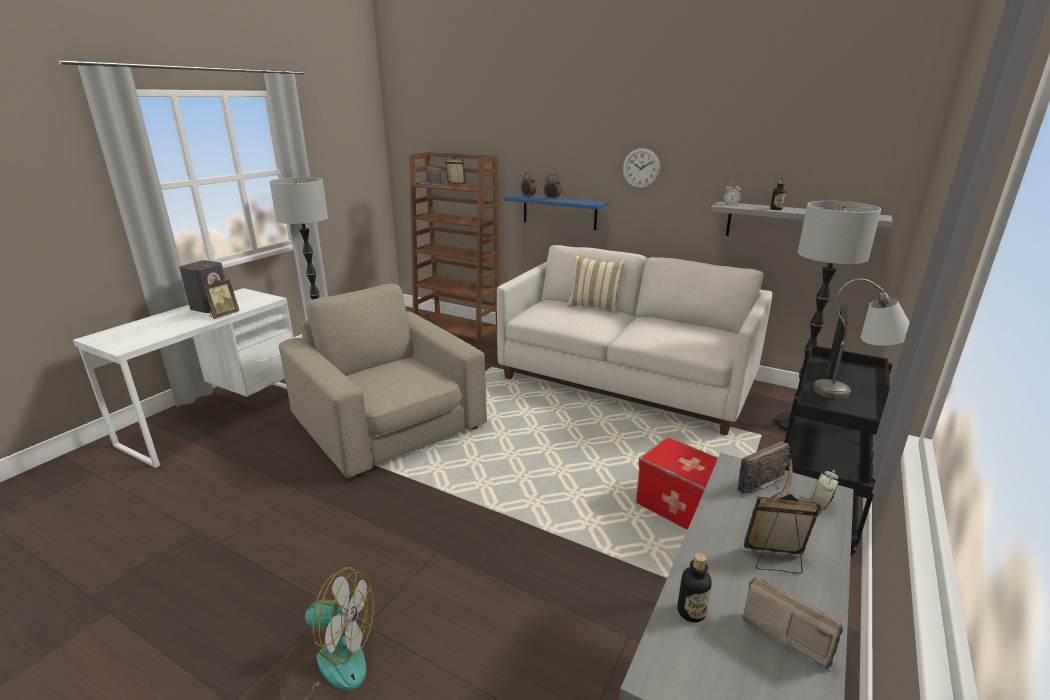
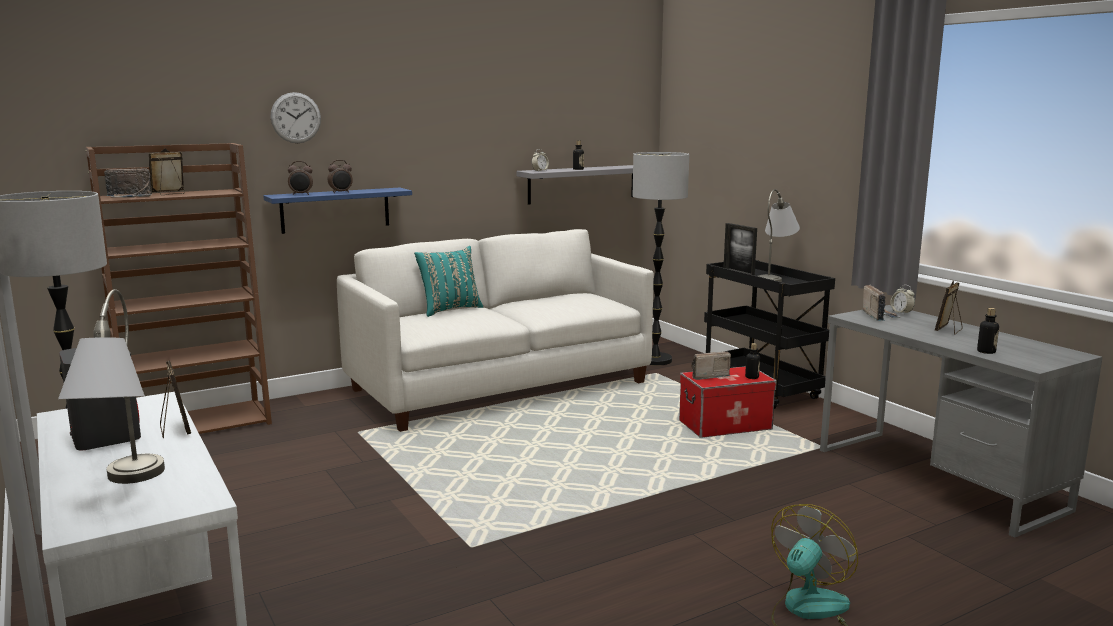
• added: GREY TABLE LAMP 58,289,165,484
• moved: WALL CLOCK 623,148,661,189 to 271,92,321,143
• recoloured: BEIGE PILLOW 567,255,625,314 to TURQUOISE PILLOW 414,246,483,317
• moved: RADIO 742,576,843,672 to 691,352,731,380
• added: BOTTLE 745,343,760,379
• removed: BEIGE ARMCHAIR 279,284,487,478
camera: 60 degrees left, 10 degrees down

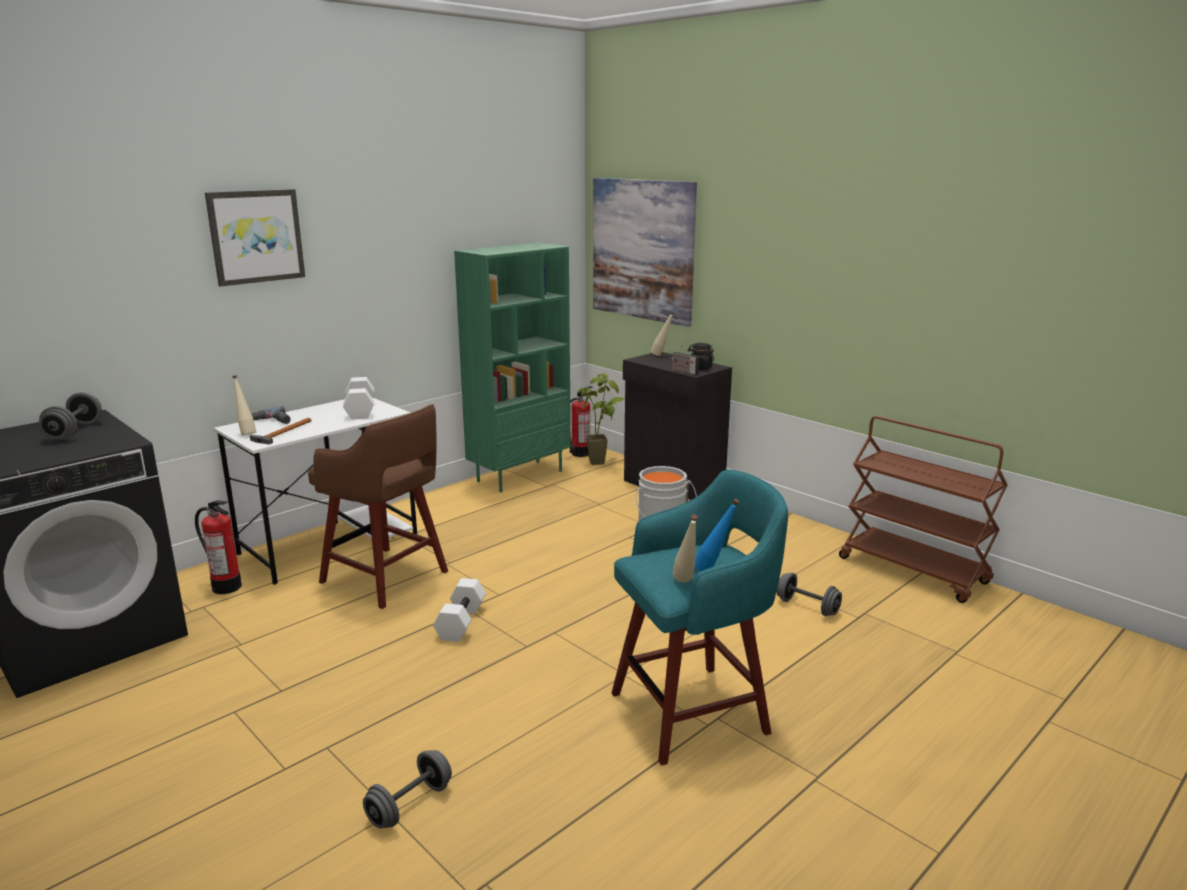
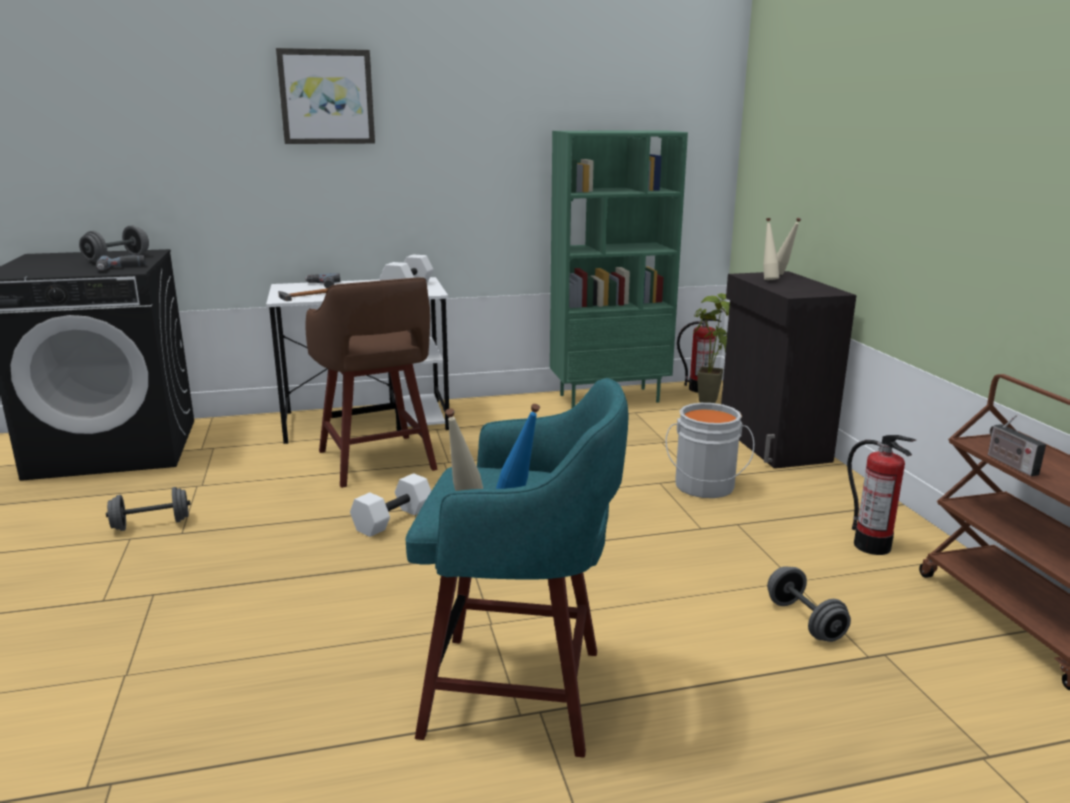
• added: POWER DRILL 96,255,145,271
• moved: GREY DUMBBELL 363,750,452,829 to 106,487,191,531
• moved: BEIGE BOTTLE 232,375,256,435 to 763,218,779,280
• moved: FIRE EXTINGUISHER 195,500,242,594 to 847,435,916,555
• moved: RADIO 671,345,699,375 to 988,415,1046,476
• removed: PICTURE 593,178,697,327
• removed: BLACK JAR 687,343,714,370
camera: 30 degrees right, 0 degrees up

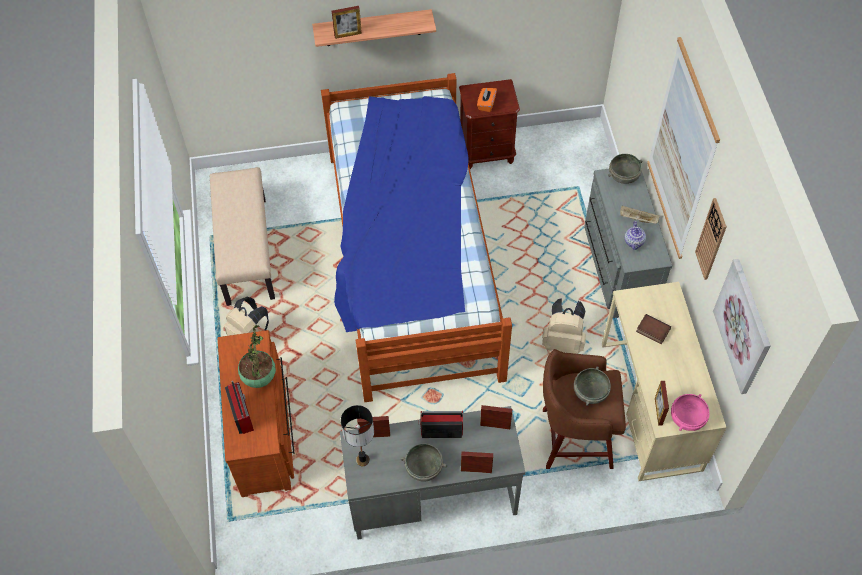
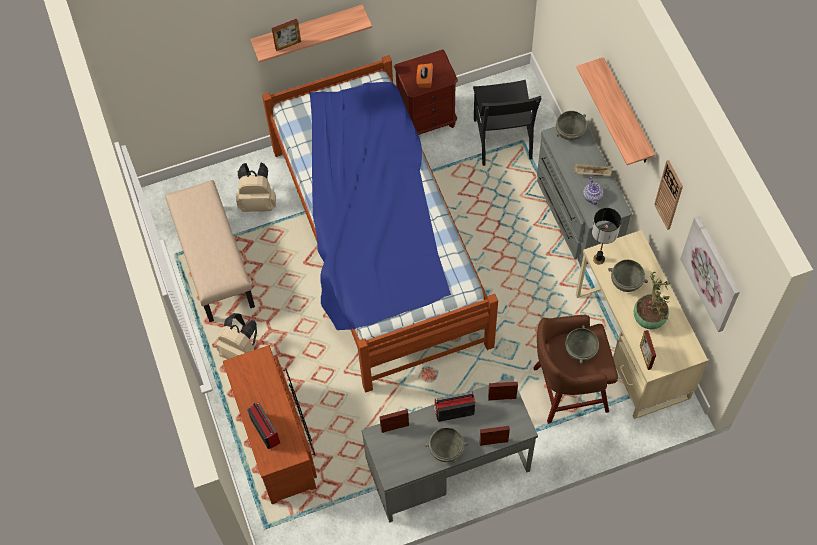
• moved: BEIGE BACKPACK 542,298,586,354 to 236,163,276,212
• added: BLACK CHAIR 473,80,542,166
• replaced: PICTURE 647,37,720,259 to SHELF 576,57,655,165
• moved: TABLE LAMP 341,405,374,466 to 592,208,621,265
• replaced: BOOK 636,314,671,344 to GREY BOWL 608,260,648,292
• moved: POTTED PLANT 238,325,276,388 to 634,272,669,329
• removed: PINK BOWL 671,394,710,431
camera: 10 degrees left, 5 degrees up

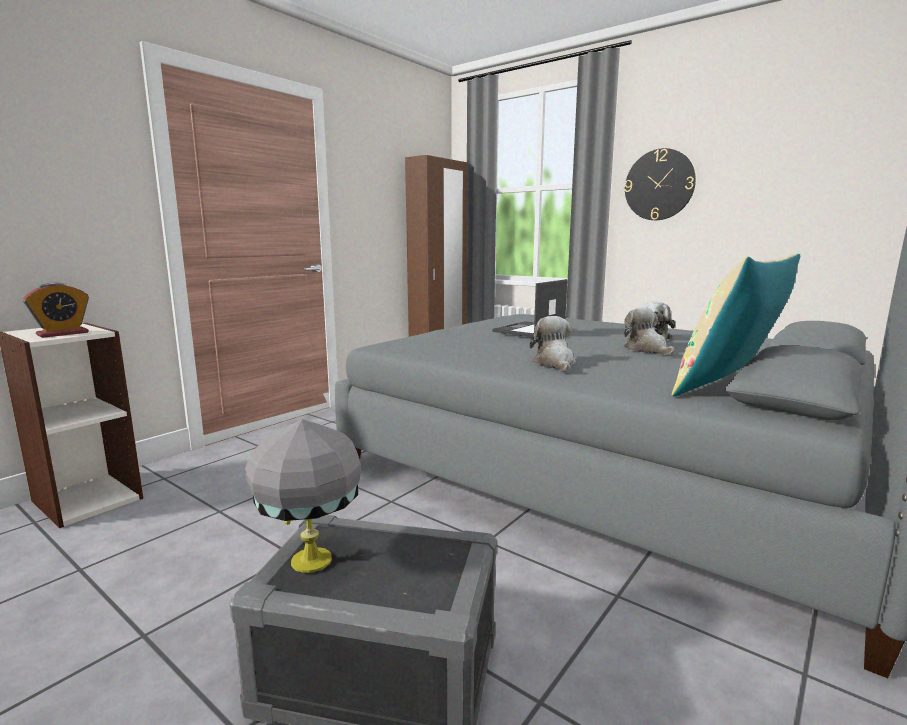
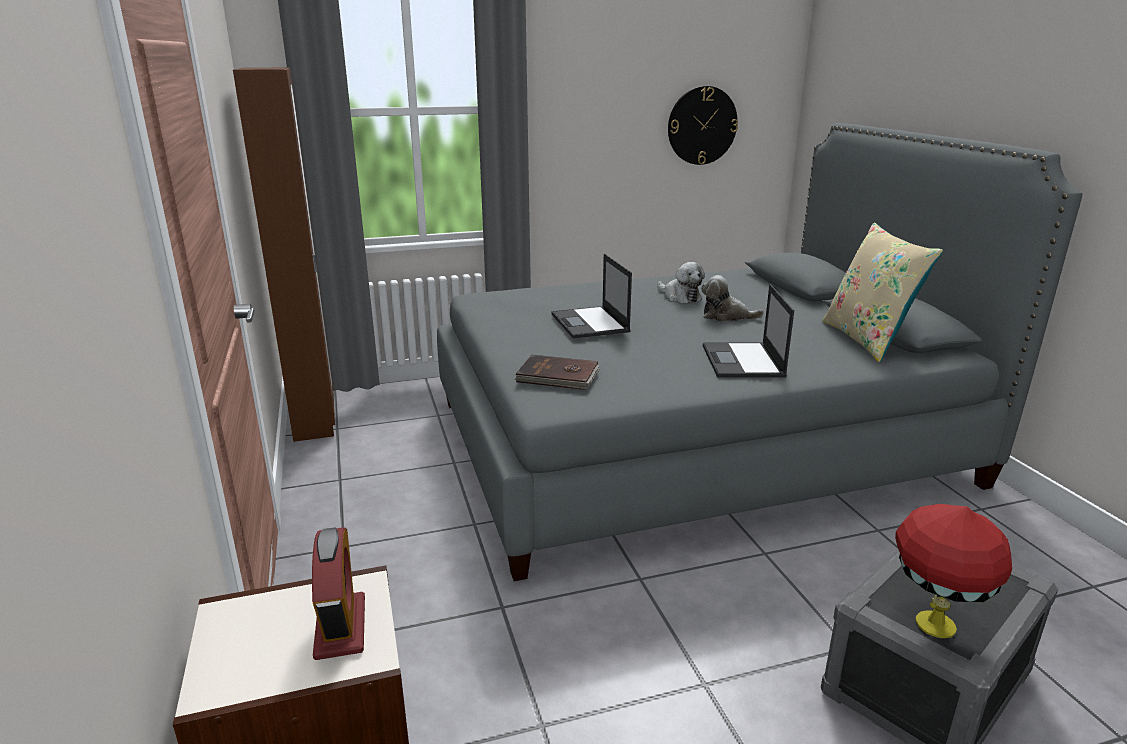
• added: BROWN BOOK 514,355,599,390
• moved: WALL CLOCK 625,148,696,220 to 668,86,738,165
• replaced: PLUSH TOY 529,316,576,372 to LAPTOP 703,284,794,378
• recoloured: GREY TABLE LAMP 245,419,361,573 to RED TABLE LAMP 895,504,1012,638
camera: 55 degrees left, 10 degrees up

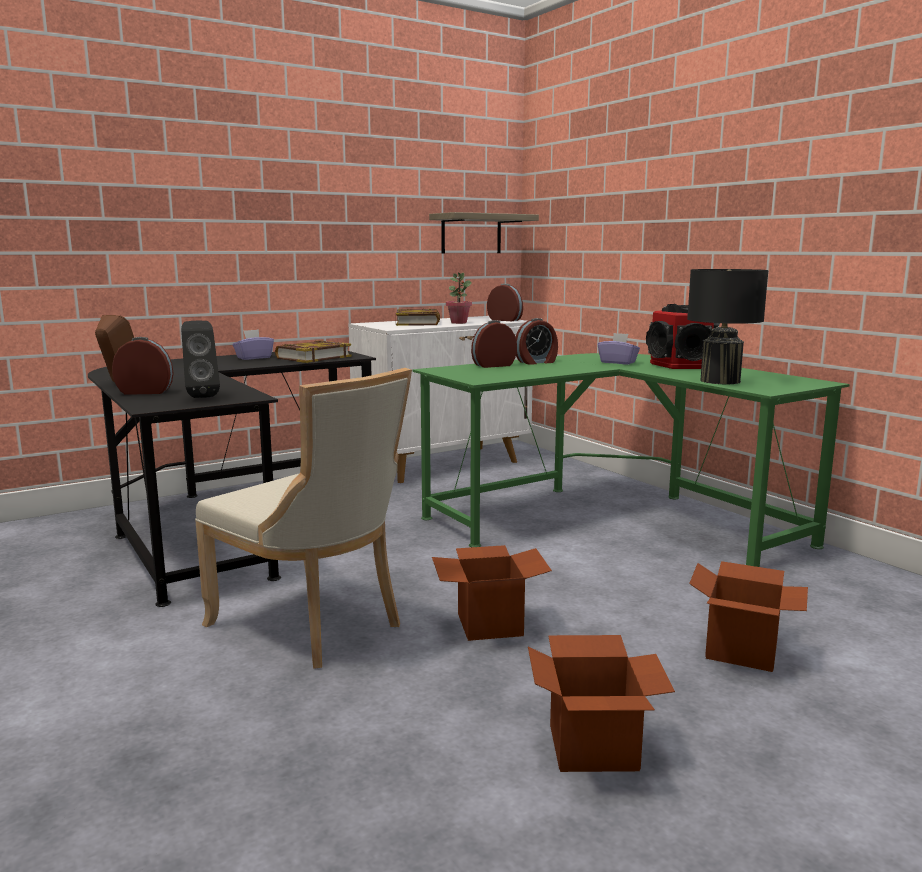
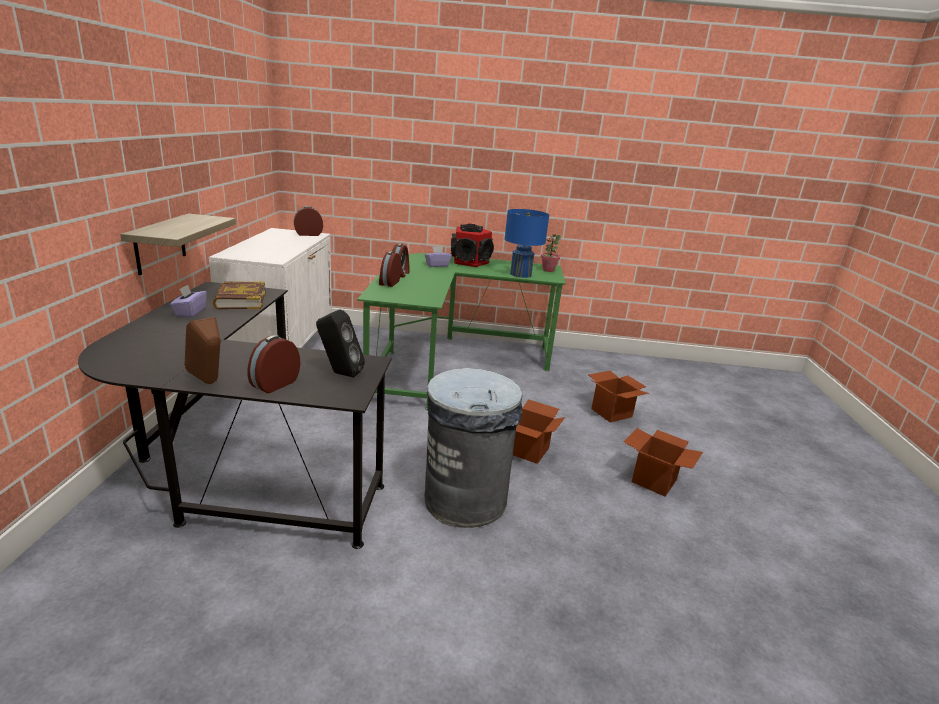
• moved: SHELF 429,212,539,253 to 120,214,236,275
• replaced: BEIGE CHAIR 195,368,412,669 to GREY TRASH CAN 424,368,522,528
• recoloured: BLACK TABLE LAMP 687,269,769,384 to BLUE TABLE LAMP 505,209,549,278
• moved: POTTED PLANT 446,272,472,324 to 541,234,561,272
• removed: BOOK 396,309,440,326
camera: 55 degrees left, 10 degrees up

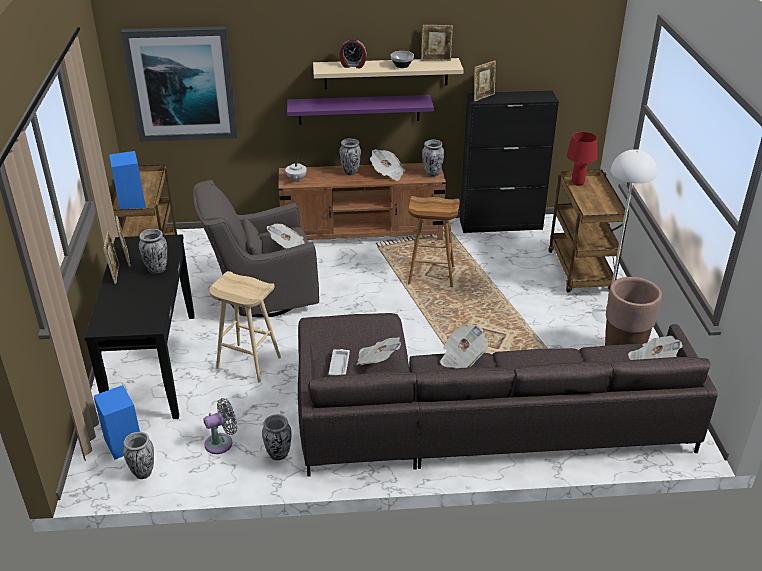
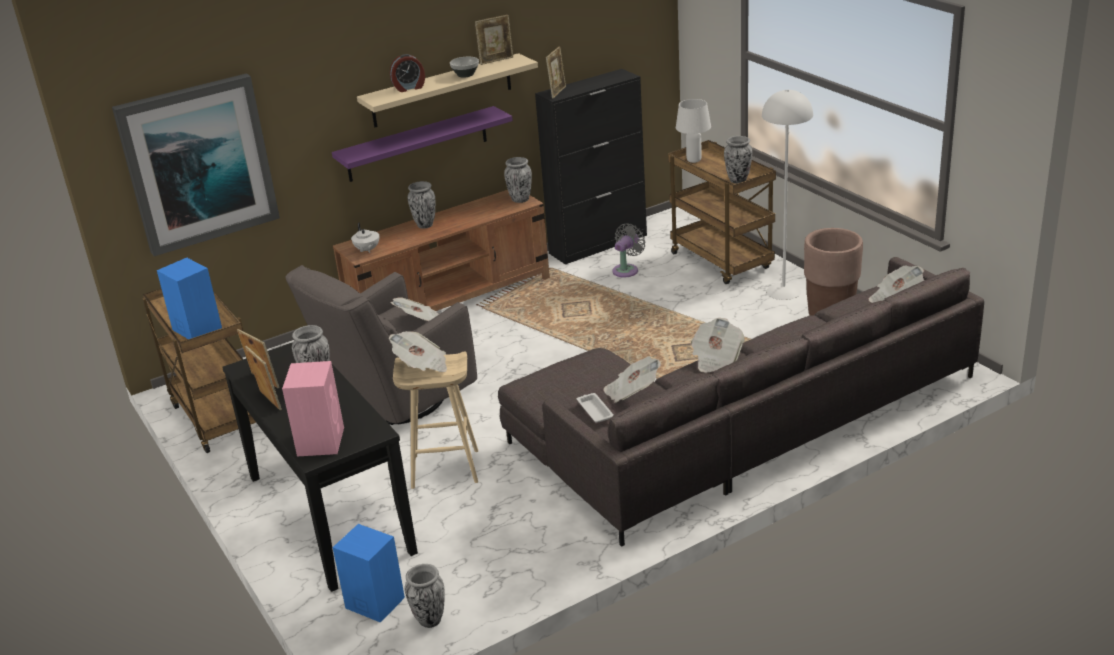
• added: PINK SPEAKER 282,361,344,457
• moved: NEWSPAPER 370,149,405,181 to 389,331,447,372
• moved: GREY FAN 203,398,237,454 to 612,223,646,277
• recoloured: RED TABLE LAMP 567,132,598,186 to WHITE TABLE LAMP 676,99,711,163
• moved: VASE 262,414,292,460 to 724,136,753,184
• removed: BROWN STOOL 408,196,460,287
camera: 25 degrees left, 5 degrees down

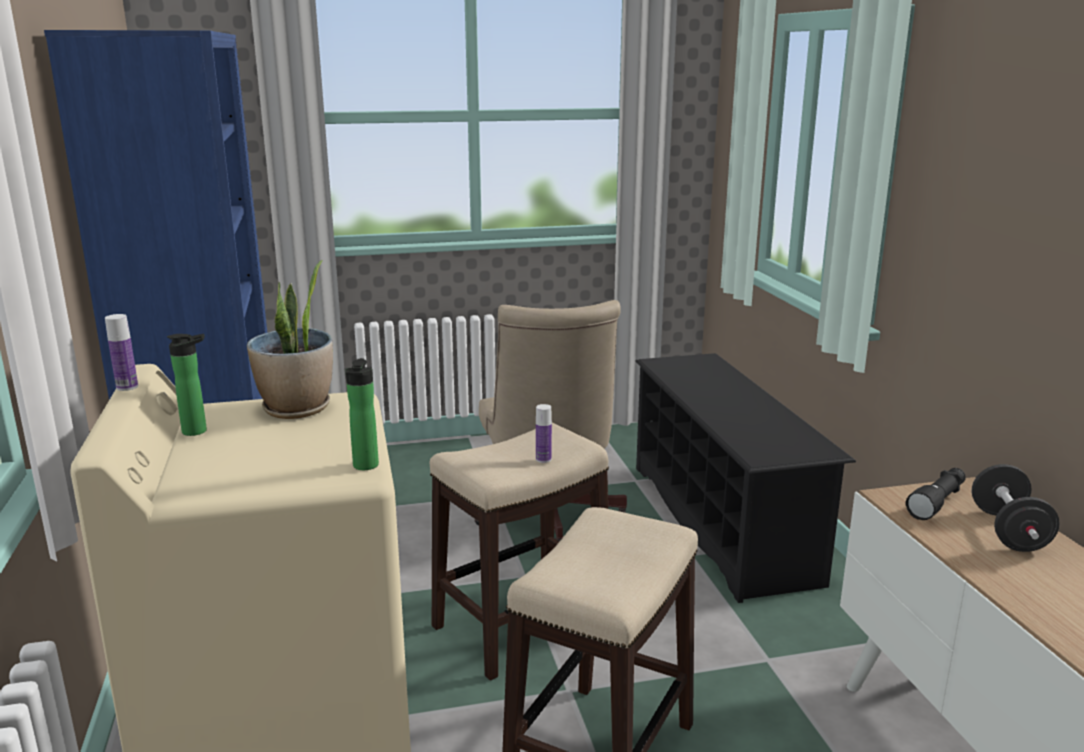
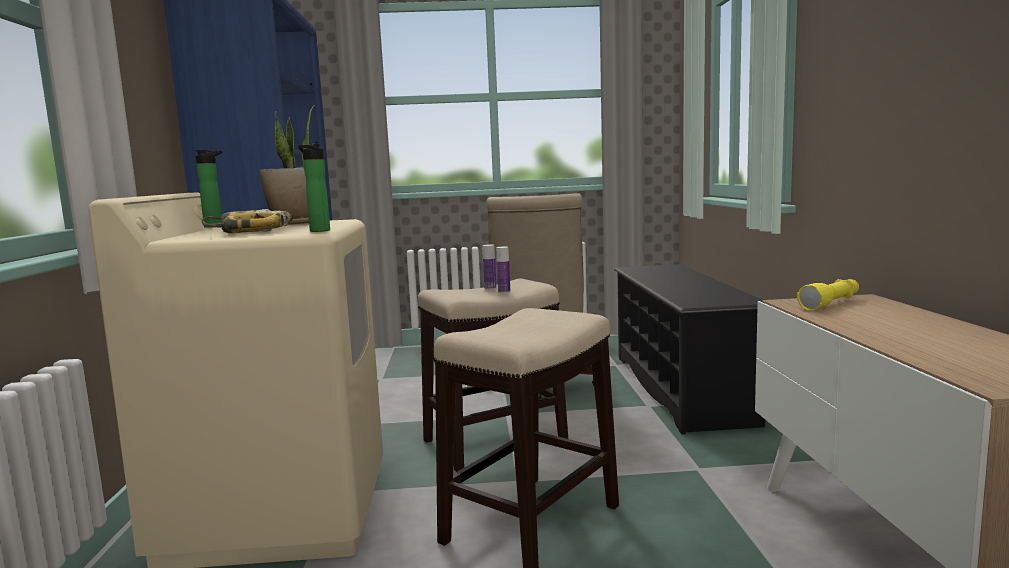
• added: POWER DRILL 202,209,294,233
• moved: BOTTLE 105,314,138,391 to 483,244,497,290
• recoloured: BLACK FLASHLIGHT 905,468,966,520 to YELLOW FLASHLIGHT 797,279,859,311
• removed: BLACK DUMBBELL 971,464,1060,552
camera: 10 degrees right, 10 degrees down

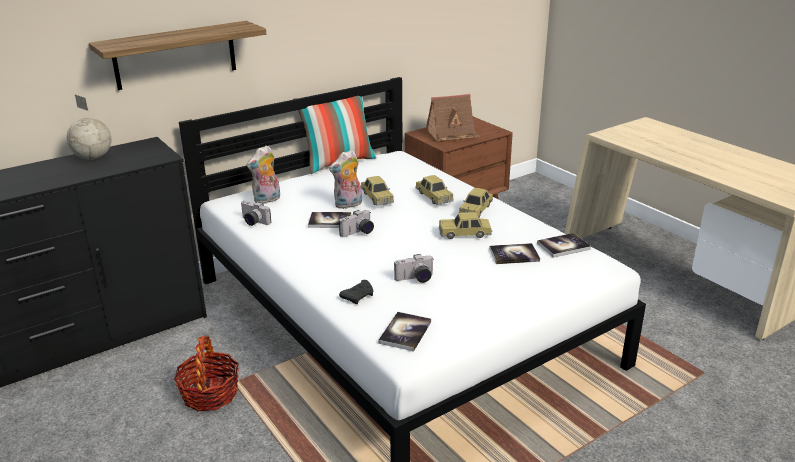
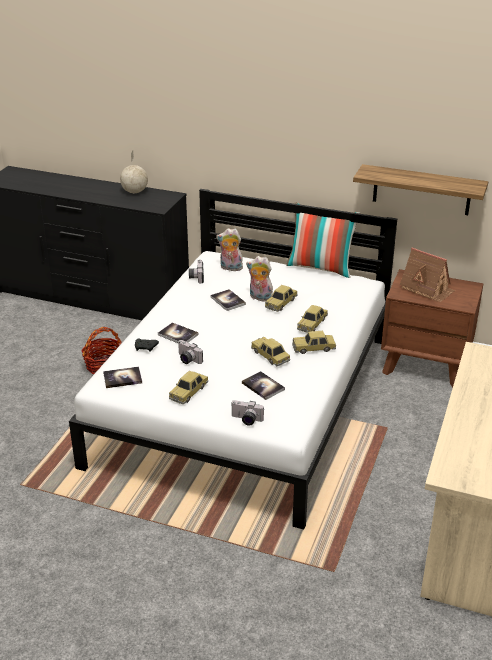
• moved: BOOK 537,233,591,257 to 158,322,199,343
• added: TOY CAR 169,371,208,404
• moved: PHOTO CAMERA 339,210,374,237 to 231,400,264,426
• moved: SHELF 89,21,266,90 to 353,164,488,215
camera: 55 degrees right, 5 degrees up

